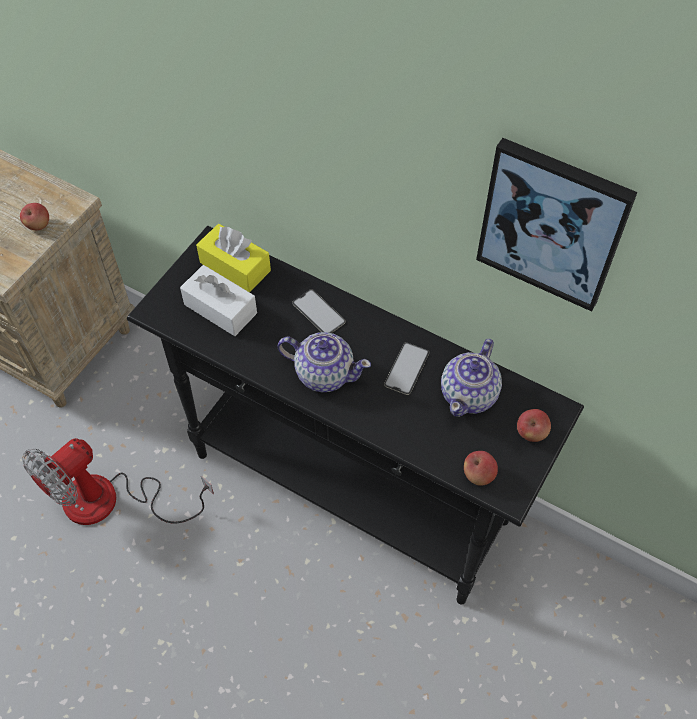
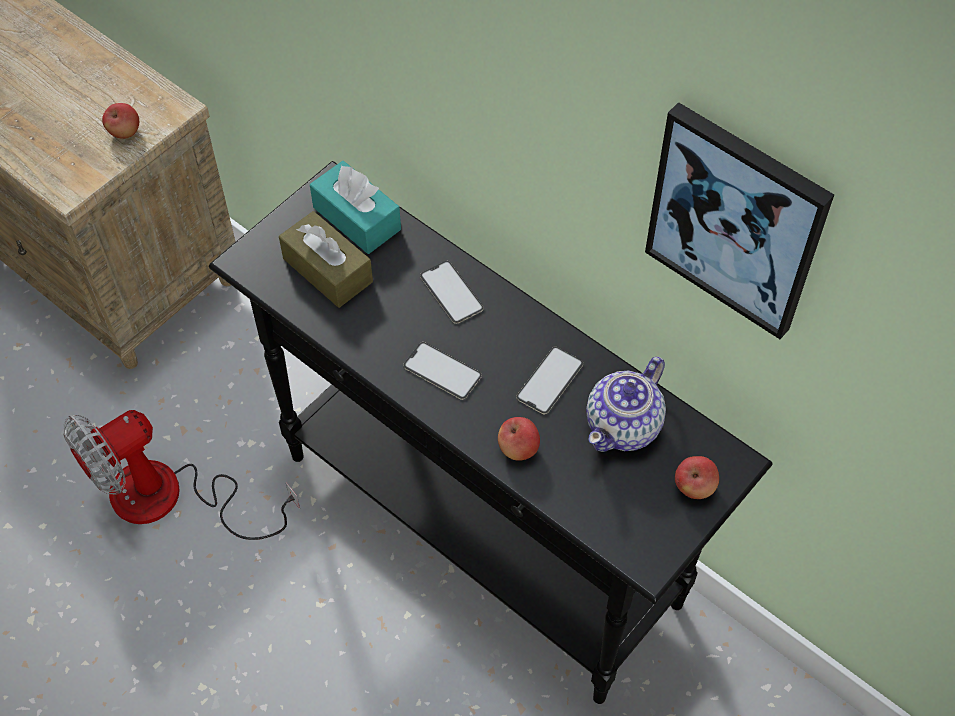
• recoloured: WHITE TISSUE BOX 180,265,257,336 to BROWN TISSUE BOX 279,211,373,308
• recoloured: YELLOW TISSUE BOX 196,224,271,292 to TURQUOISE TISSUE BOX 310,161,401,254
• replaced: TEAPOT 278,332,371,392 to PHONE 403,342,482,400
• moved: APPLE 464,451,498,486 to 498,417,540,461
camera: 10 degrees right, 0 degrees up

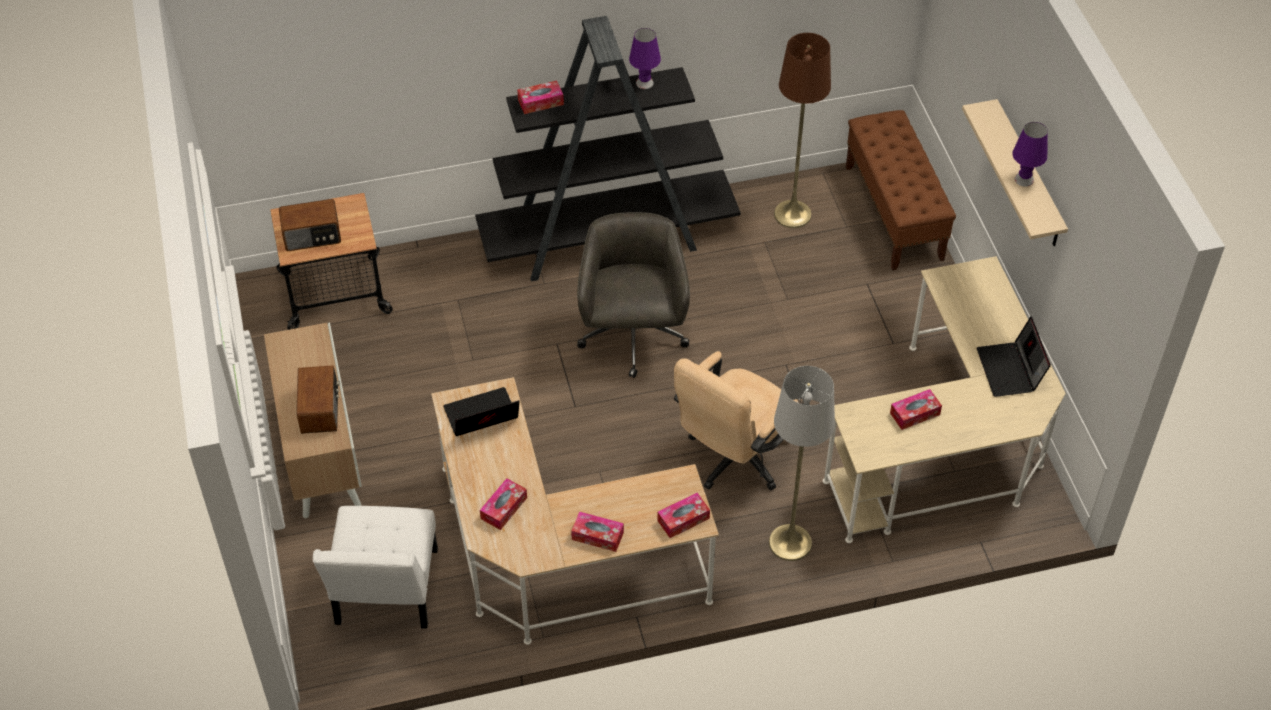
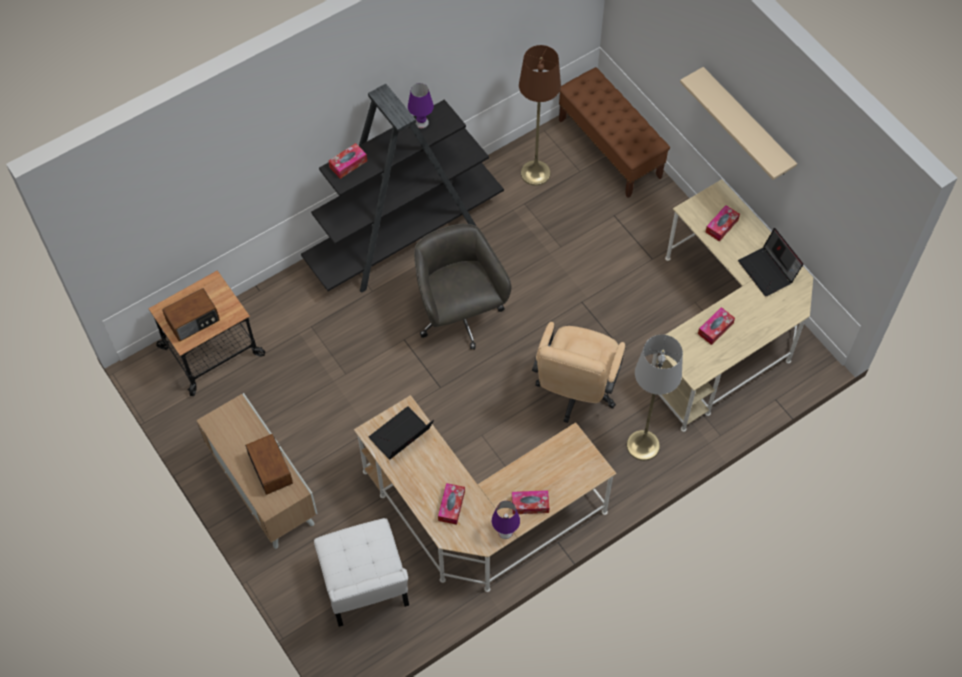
• moved: PURPLE TABLE LAMP 1012,122,1047,187 to 492,501,520,539
• moved: TISSUE BOX 657,493,710,538 to 706,205,740,242
camera: 20 degrees left, 10 degrees up

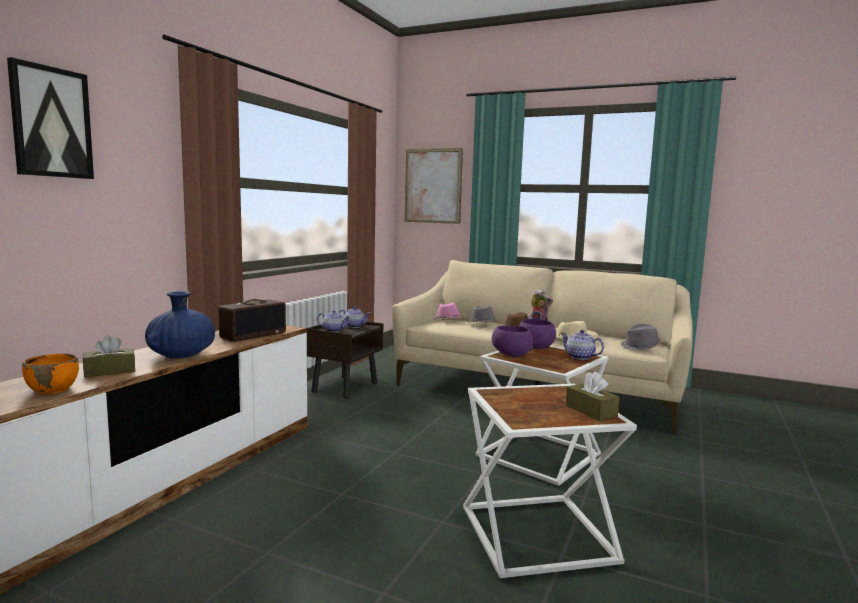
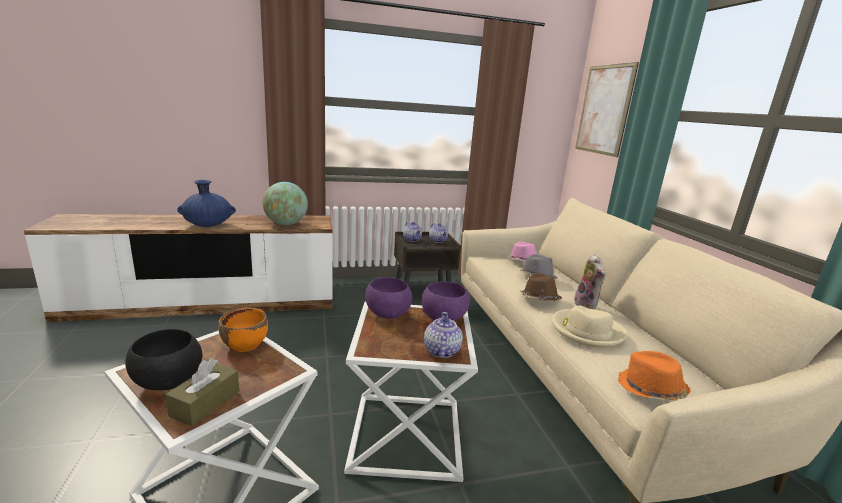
• added: BLACK BOWL 125,329,203,390
• moved: ORANGE BOWL 22,354,79,394 to 218,307,268,352
• replaced: RADIO 218,299,286,342 to GLOBE 262,182,308,225
• recoloured: GREY HAT 621,324,662,350 to ORANGE HAT 618,351,691,400
• removed: PICTURE 7,57,94,179
• removed: BROWN TISSUE BOX 83,335,135,377
camera: 50 degrees right, 10 degrees up

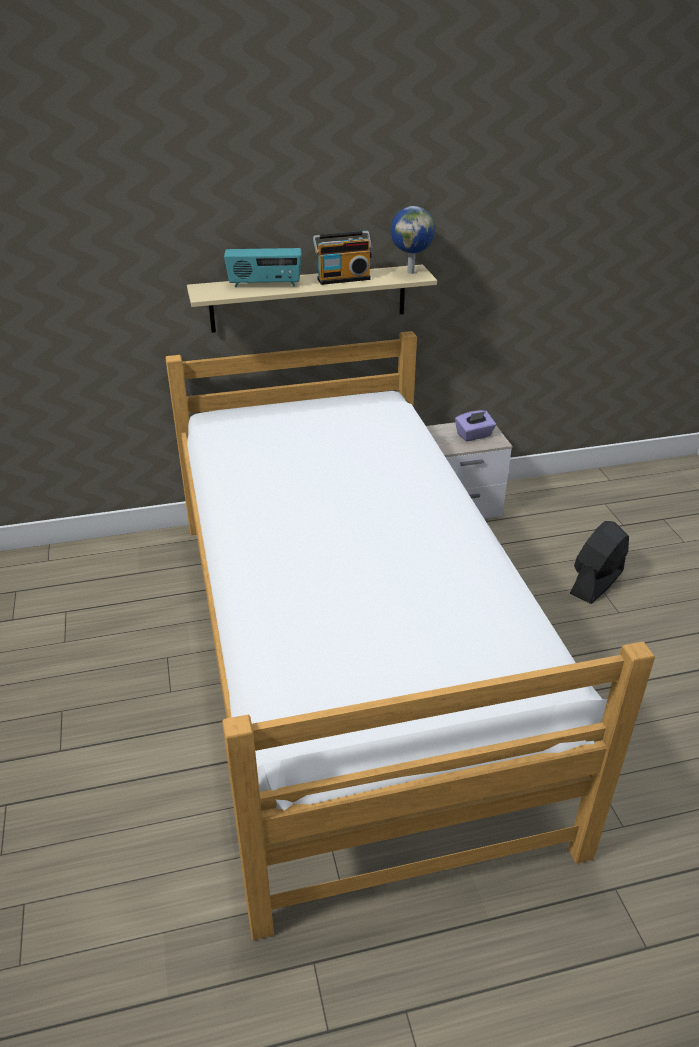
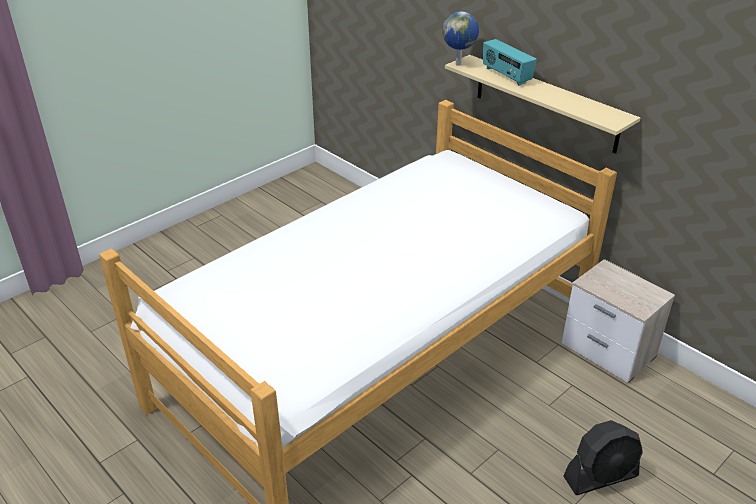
• moved: GLOBE 390,206,435,274 to 442,11,479,66
• turned: BLACK FAN 570,521,629,604 = 564,420,643,495 150 degrees clockwise
• removed: RADIO 313,231,372,285
• removed: PURPLE TISSUE BOX 455,410,496,441
camera: 60 degrees right, 0 degrees up

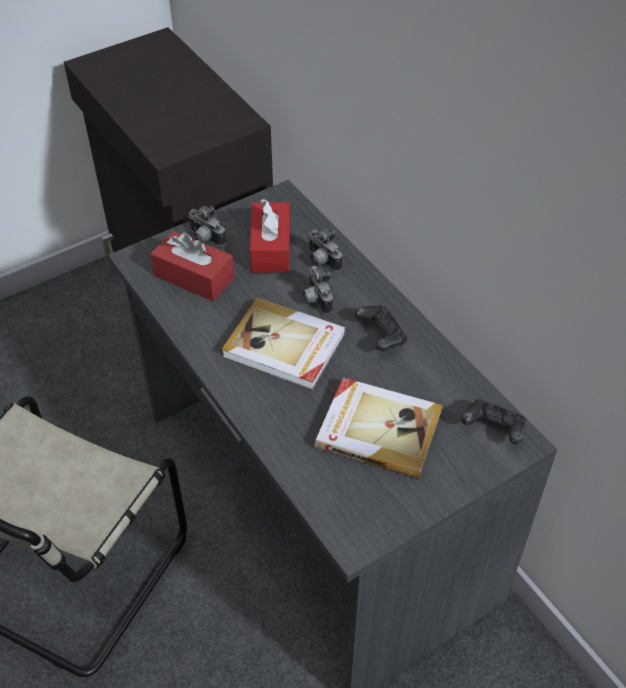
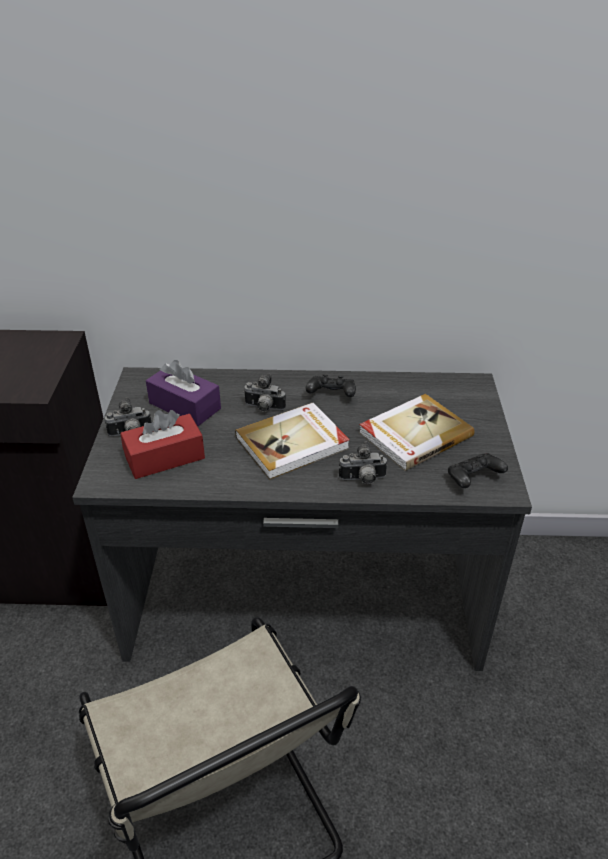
• recoloured: RED TISSUE BOX 250,199,290,273 to PURPLE TISSUE BOX 146,360,221,426
• moved: PHOTO CAMERA 308,228,342,272 to 339,441,388,484
• moved: BLACK GAME CONTROLLER 461,399,526,444 to 448,453,508,488
camera: 55 degrees left, 10 degrees down

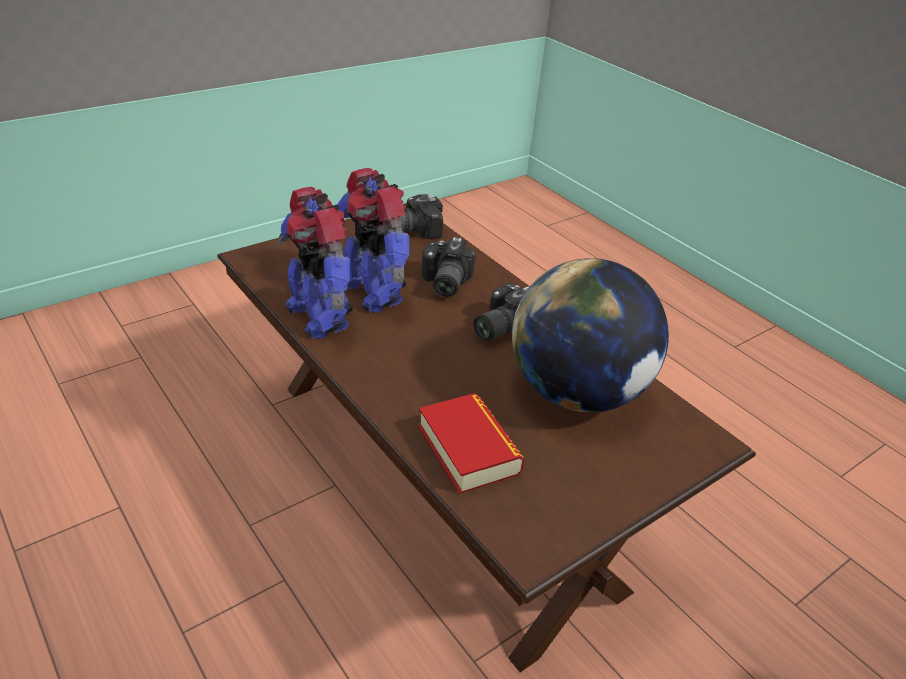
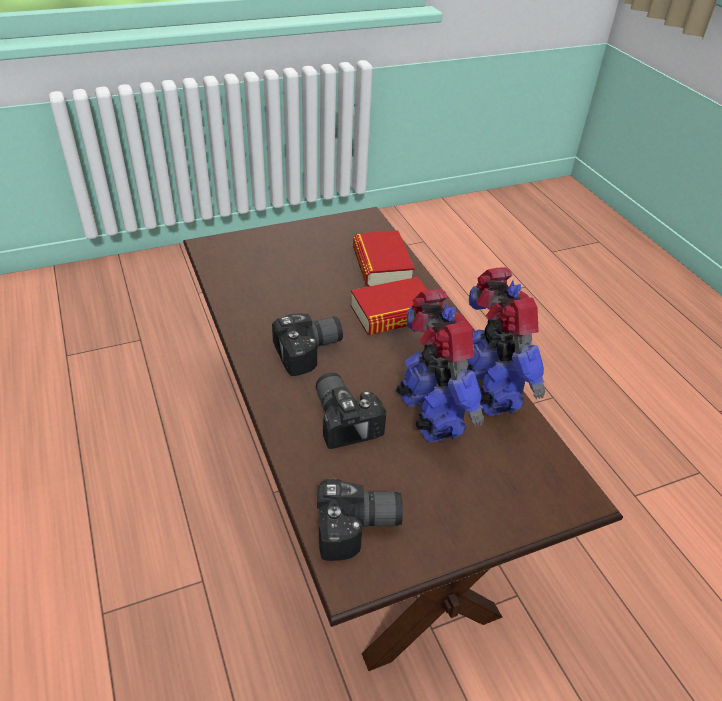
• turned: PHOTO CAMERA 422,237,476,298 = 316,373,386,449 45 degrees counterclockwise
• added: BOOK 350,277,427,335
• removed: GLOBE 512,258,669,412
camera: 165 degrees left, 5 degrees up

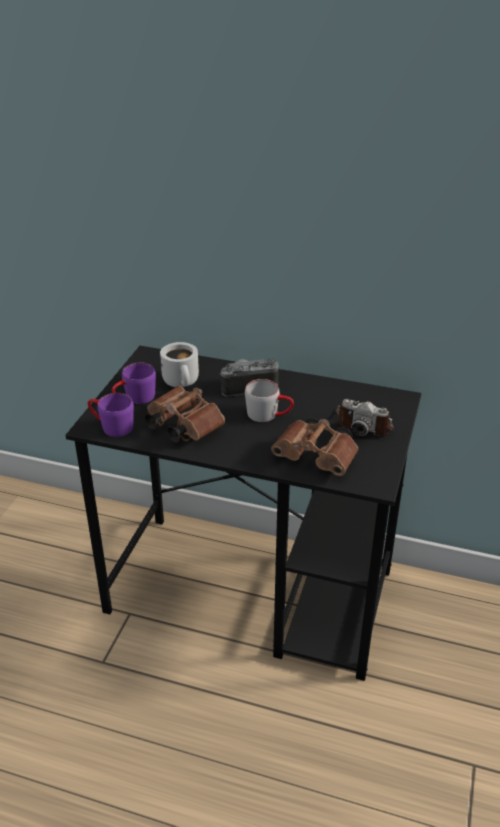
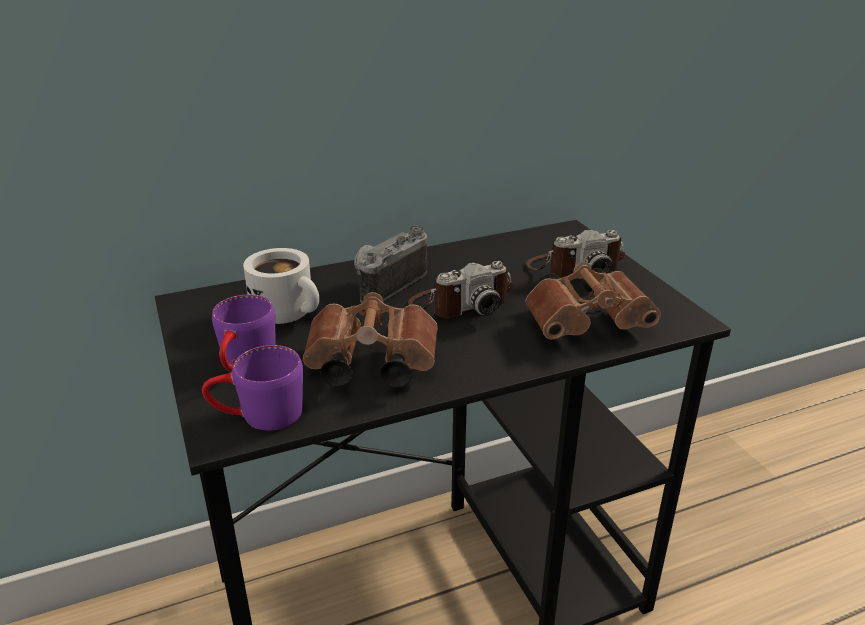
• replaced: GREY MUG 245,379,294,422 to PHOTO CAMERA 408,261,513,318
camera: 40 degrees left, 5 degrees down

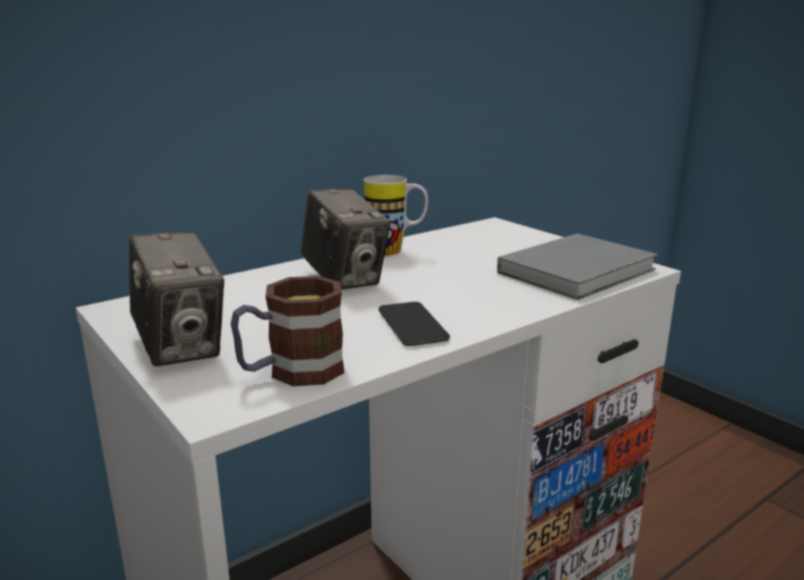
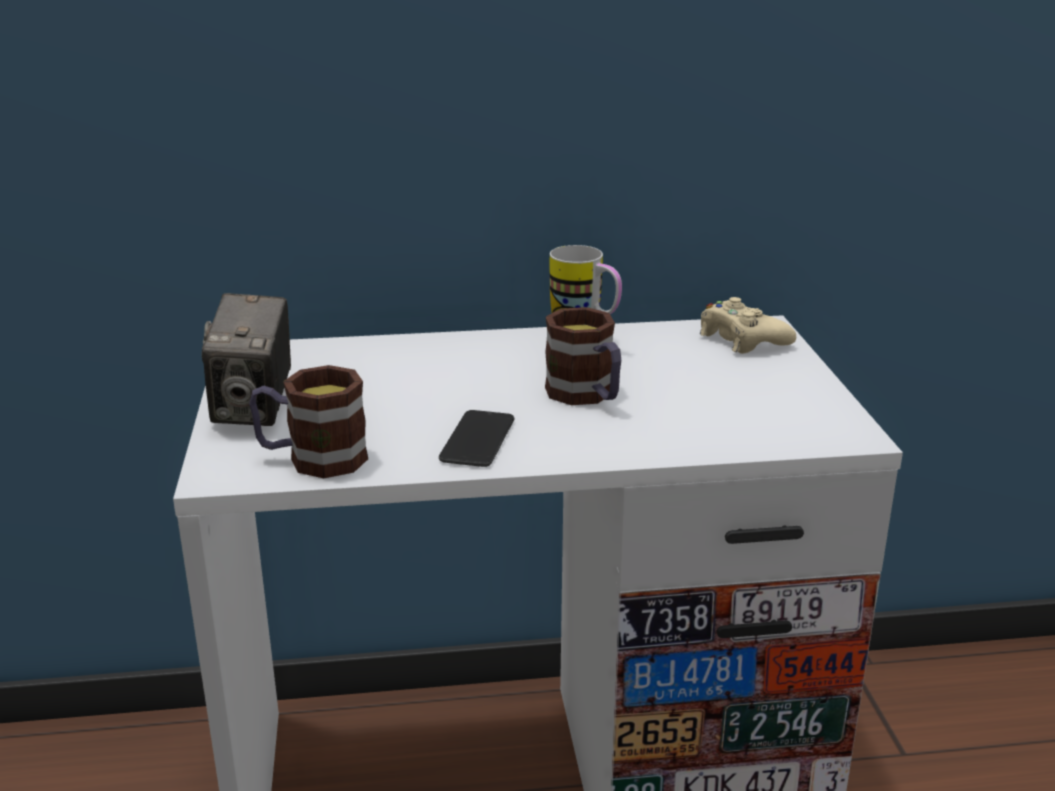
• added: MUG 545,307,621,405
• added: BEIGE GAME CONTROLLER 700,297,796,354
• removed: PHOTO CAMERA 301,188,391,290
• removed: GREY BOOK 497,233,658,300
camera: 30 degrees right, 5 degrees up

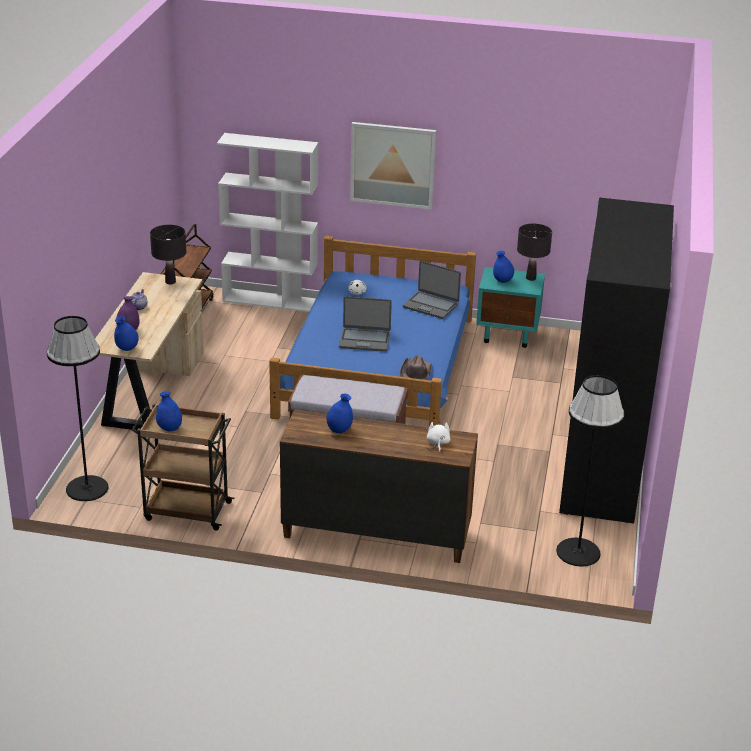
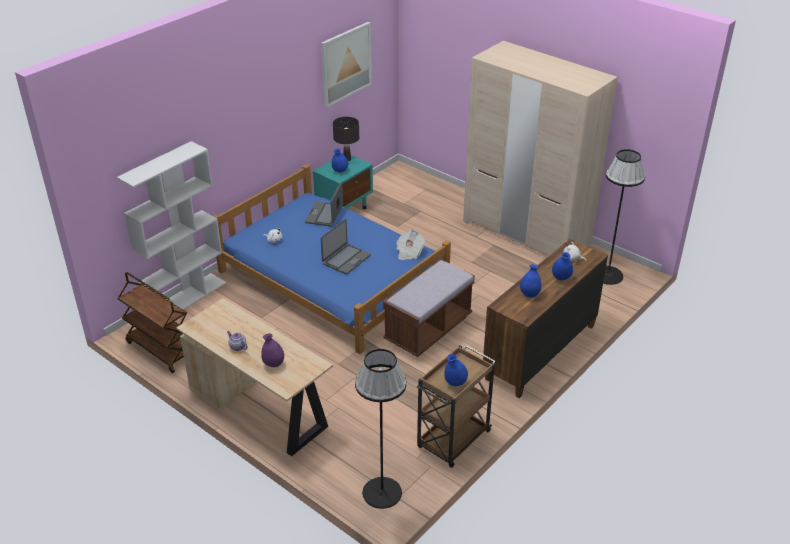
• turned: LAPTOP 403,261,461,319 = 305,181,343,227 135 degrees clockwise
• moved: PICTURE 350,122,436,210 to 321,22,372,107
• replaced: BROWN HAT 400,355,432,380 to NEWSPAPER 396,230,425,260
• recoloured: BLACK WARDROBE 559,198,674,523 to BEIGE WARDROBE 463,41,618,256
• moved: BLUE VASE 114,316,139,351 to 552,252,573,280
• removed: BLACK TABLE LAMP 150,225,186,284
camera: 60 degrees left, 5 degrees up

